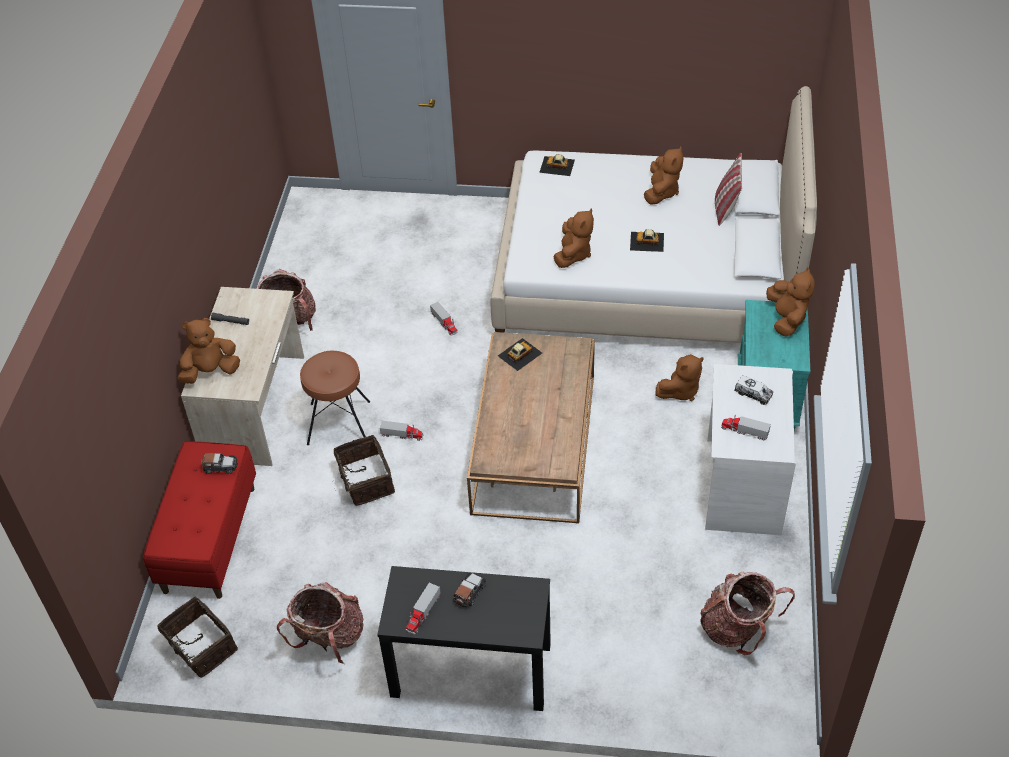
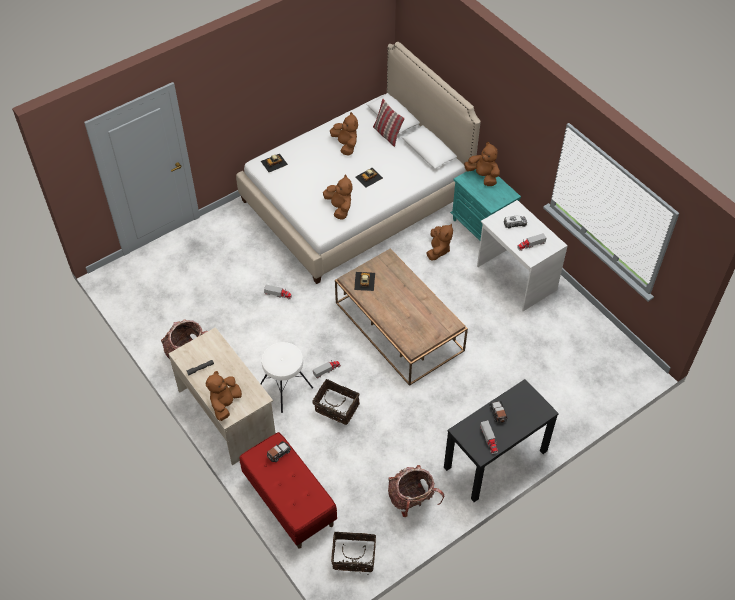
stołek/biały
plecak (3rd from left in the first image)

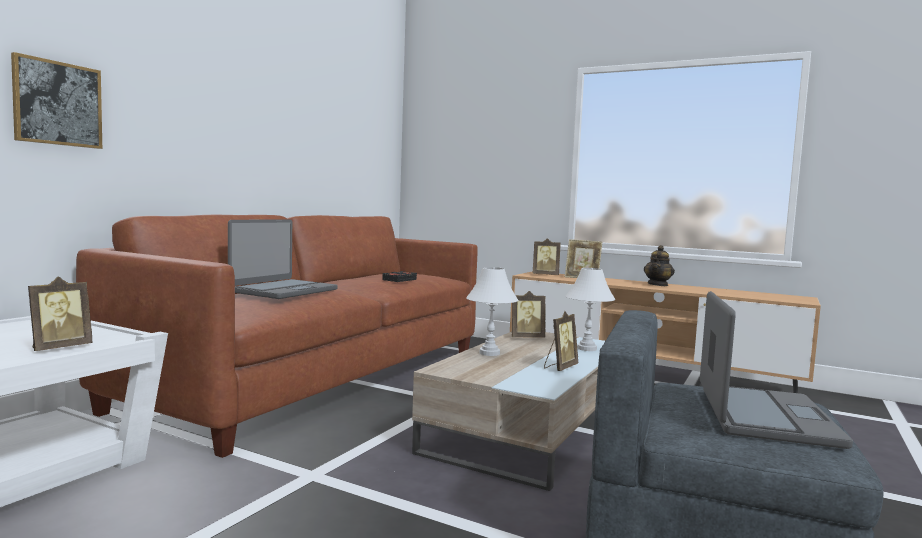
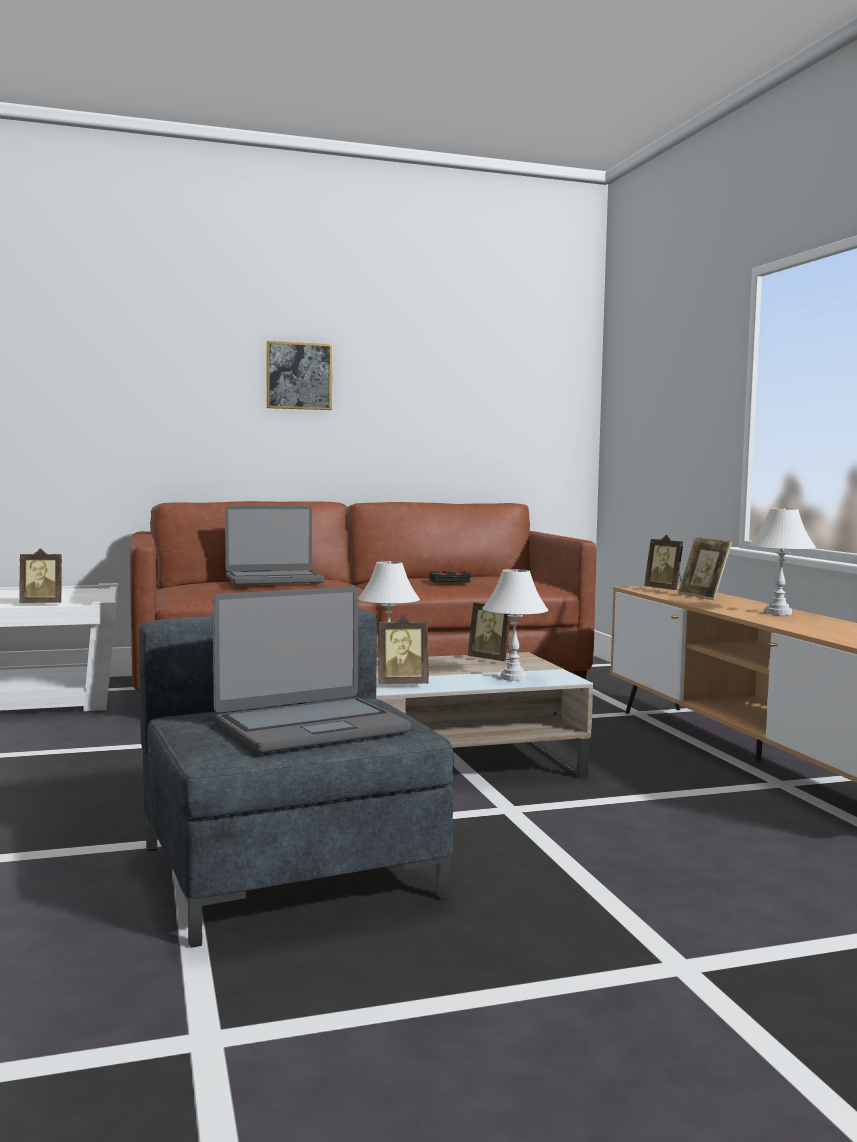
obraz
lampa stołowa/biały (3rd from left)

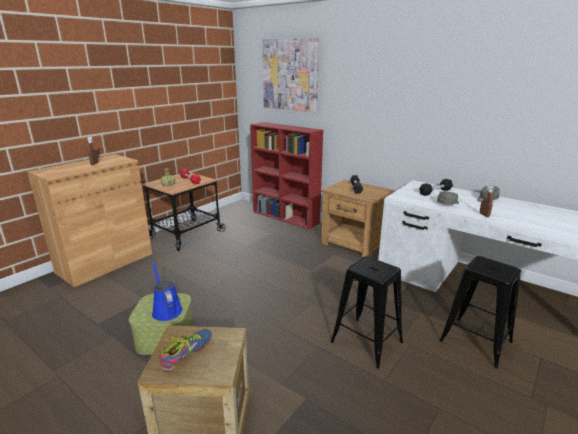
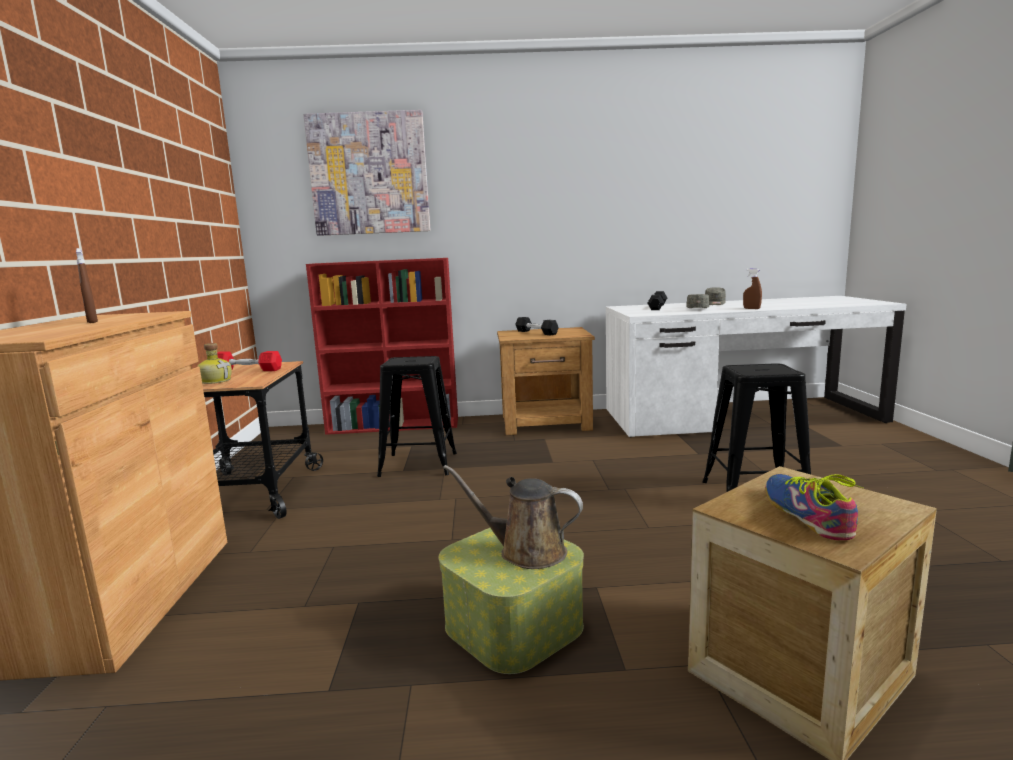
konewka/brązowy
stołek/czarny (1st from left)

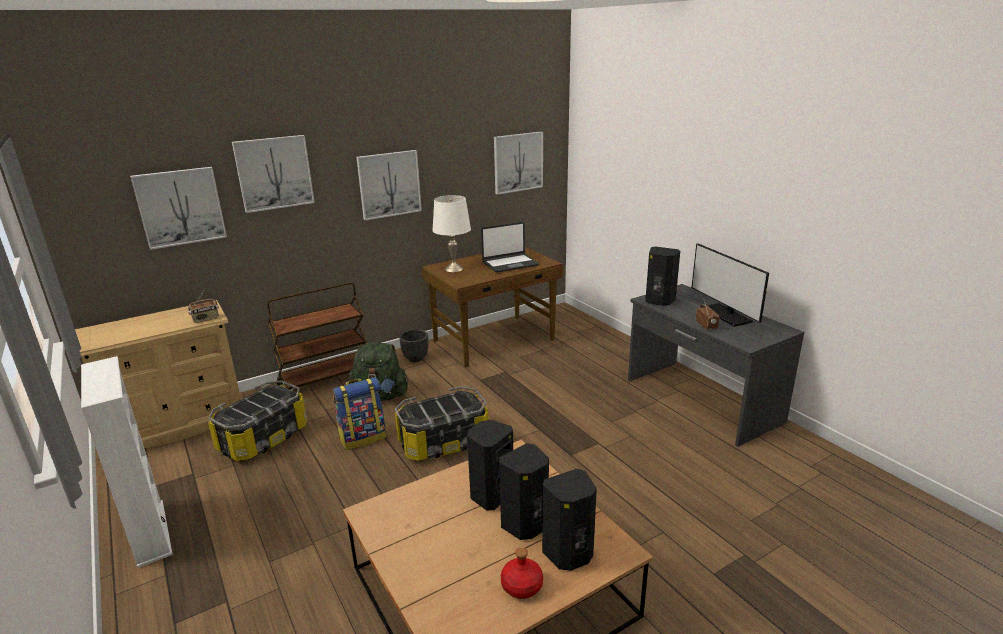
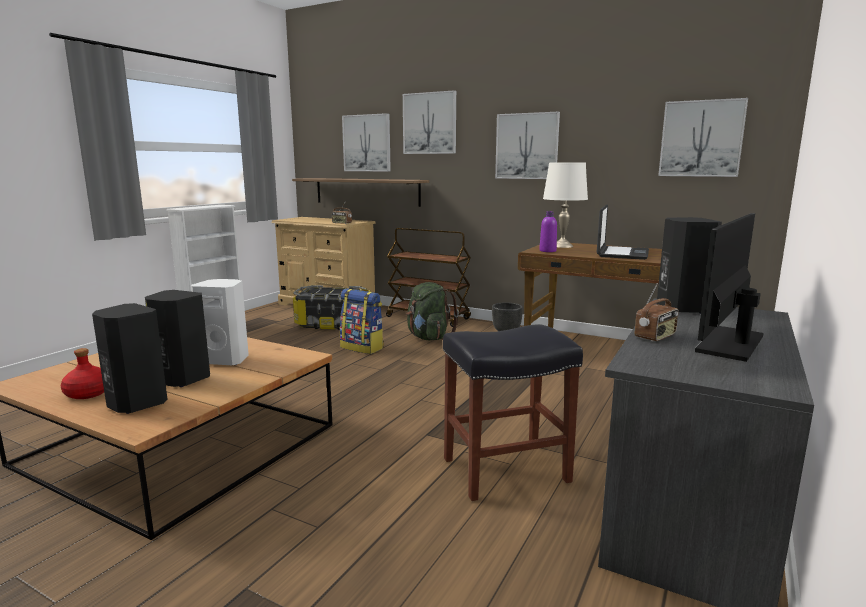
pojemnik do przechowywania (2nd from left in the first image)
głośnik/biały
laptop
półka
stołek/czarny
butelka/fioletowy

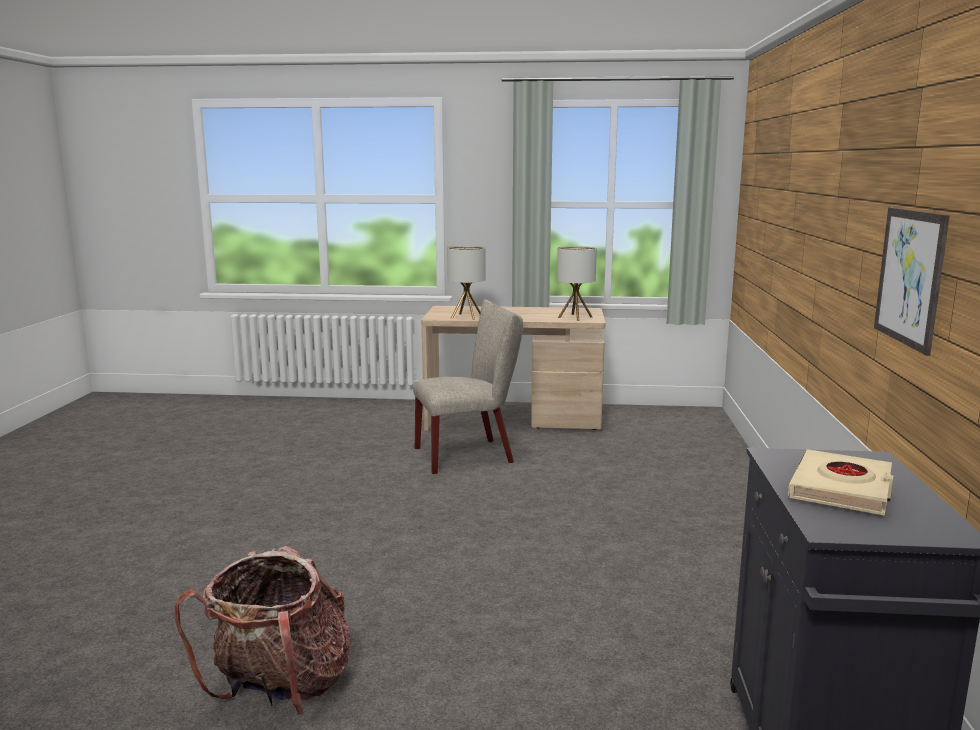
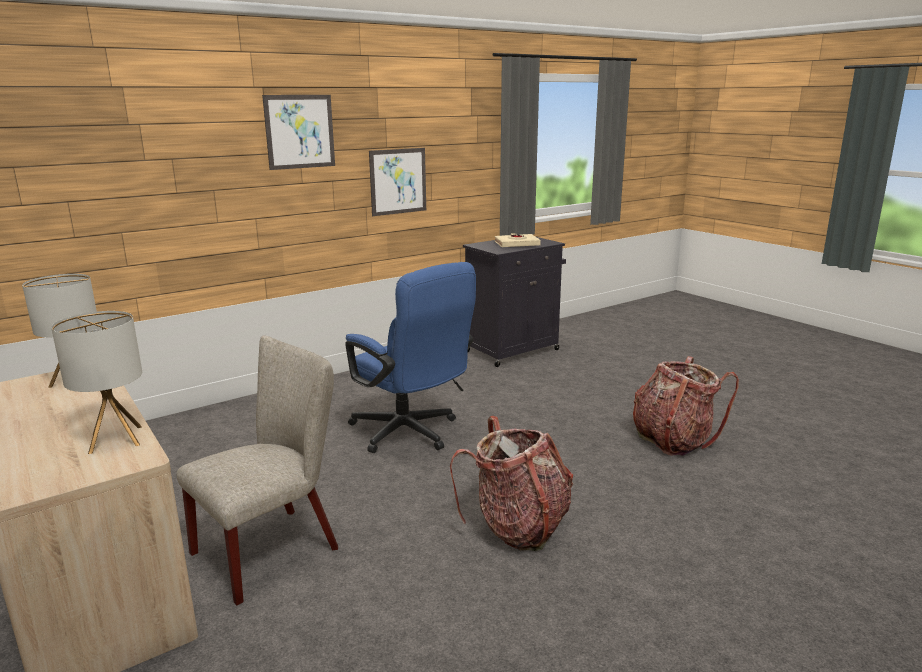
krzesło/beżowy
obraz (1st from left)
krzesło biurowe/niebieski
plecak (1st from left)

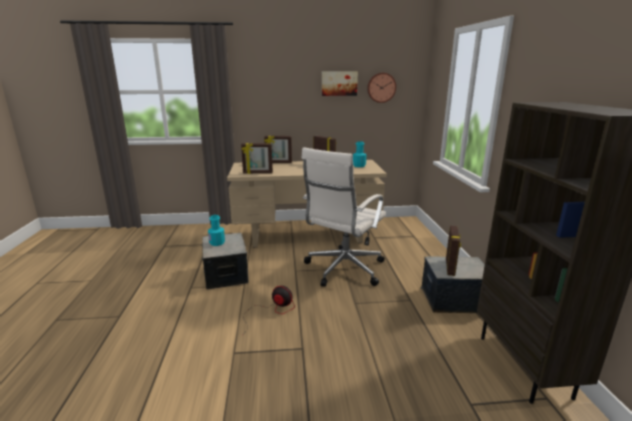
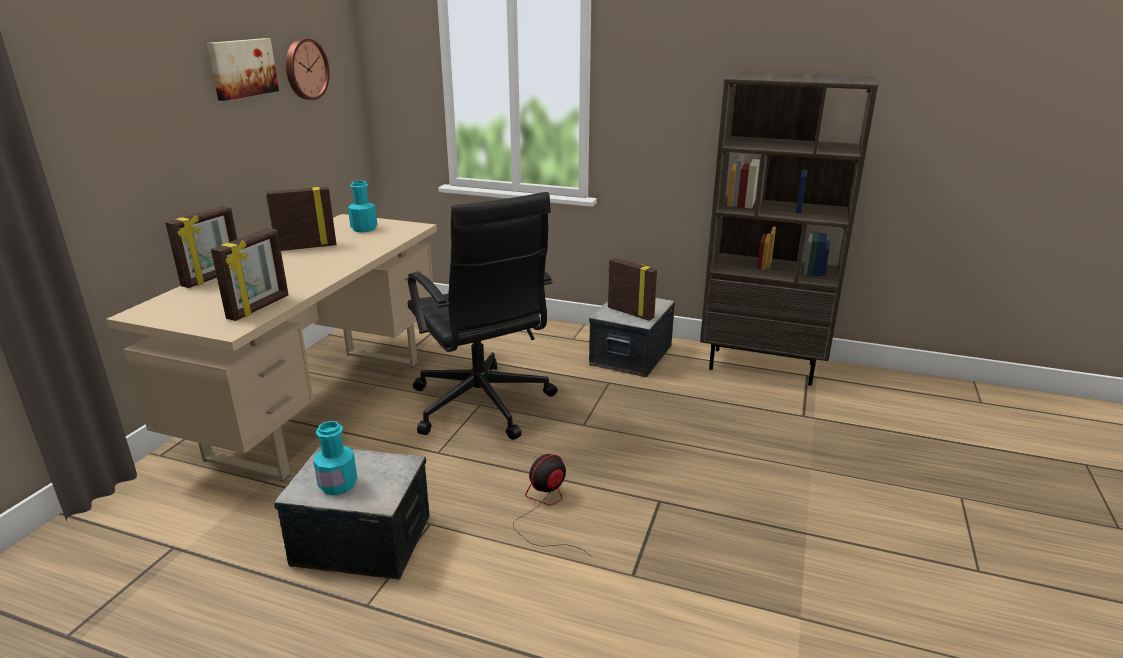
krzesło biurowe/czarny

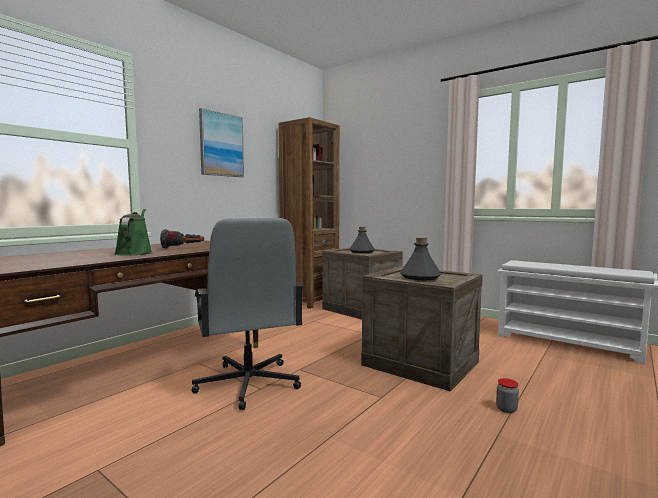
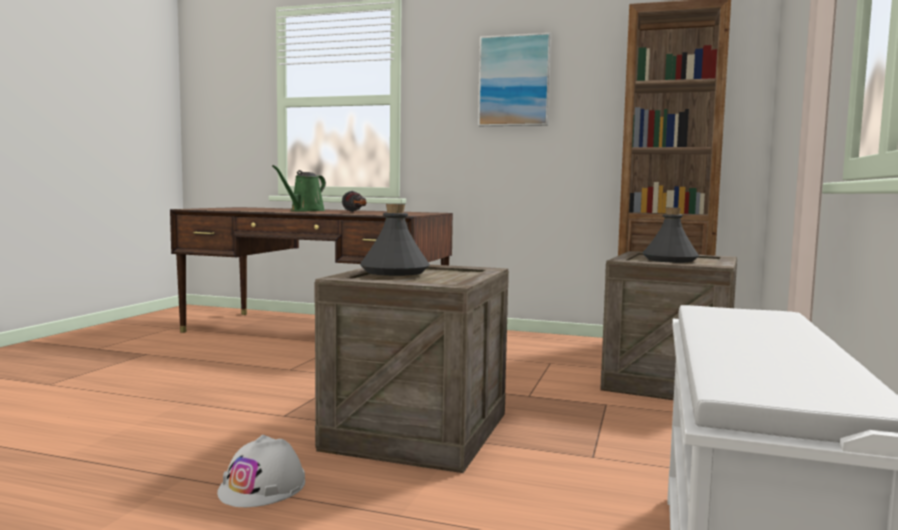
konewka/zielony
krzesło biurowe/szary
kask/biały

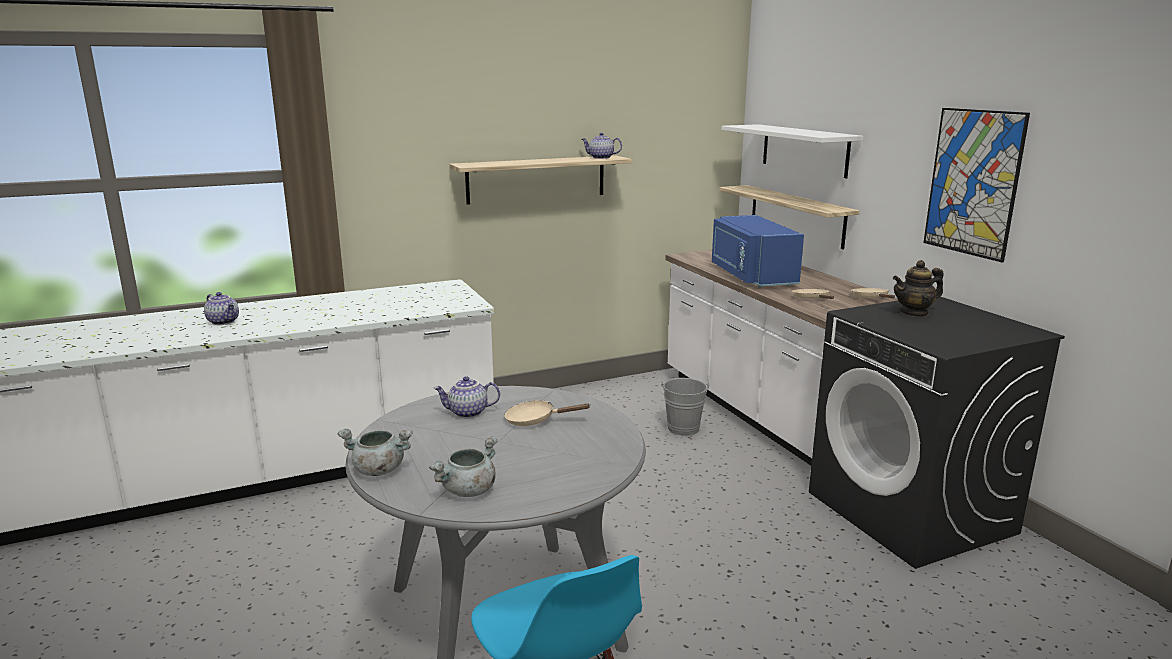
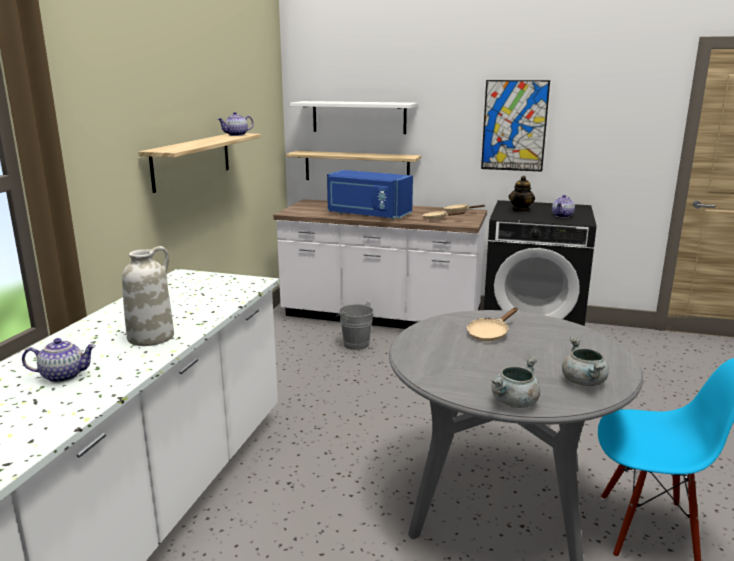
imbryk (4th from left)
wazon/biały

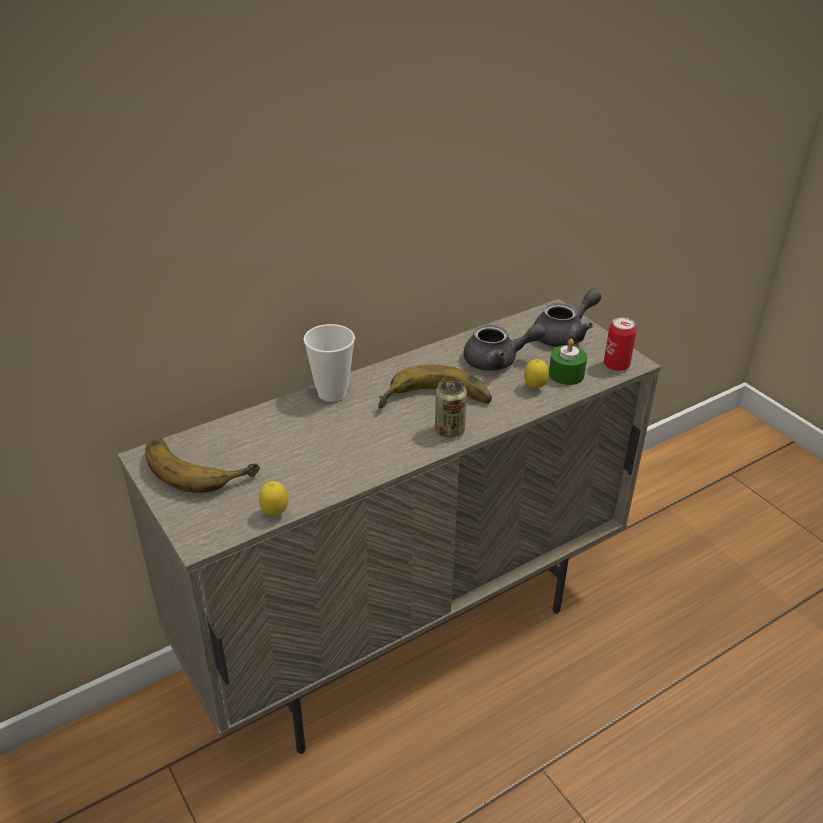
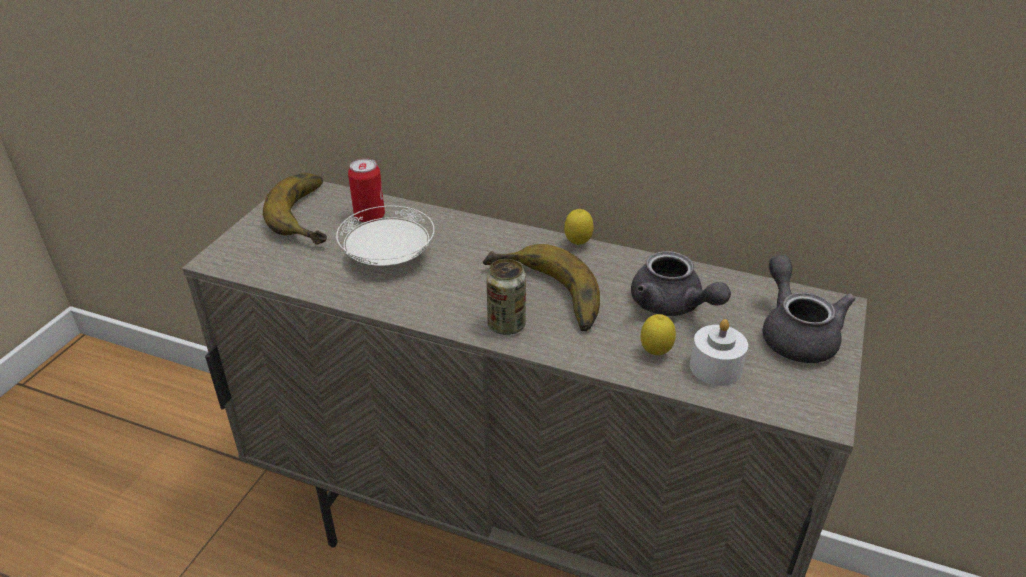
cytryna (1st from left)
filiżanka
imbryk/szary (2nd from left)
świeca/biały
puszka (1st from left)
talerz/biały

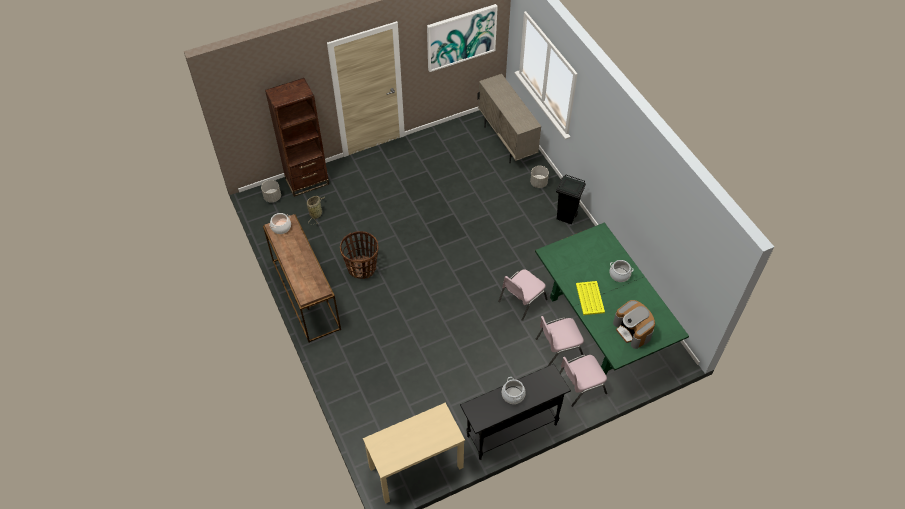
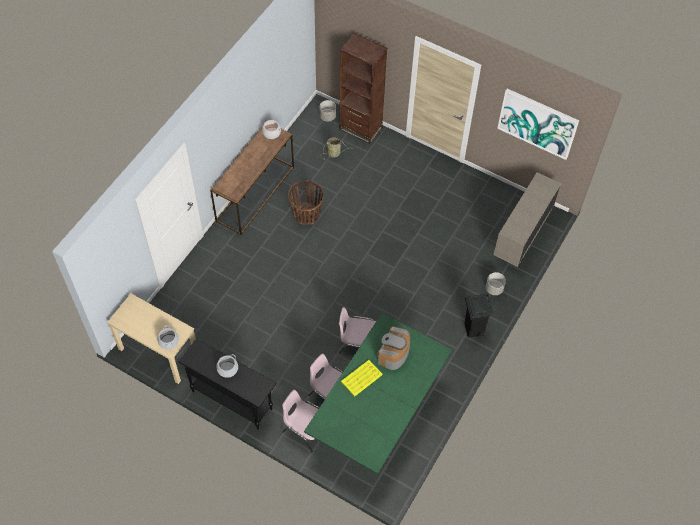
garnek (1st from left)
ekspres do kawy

